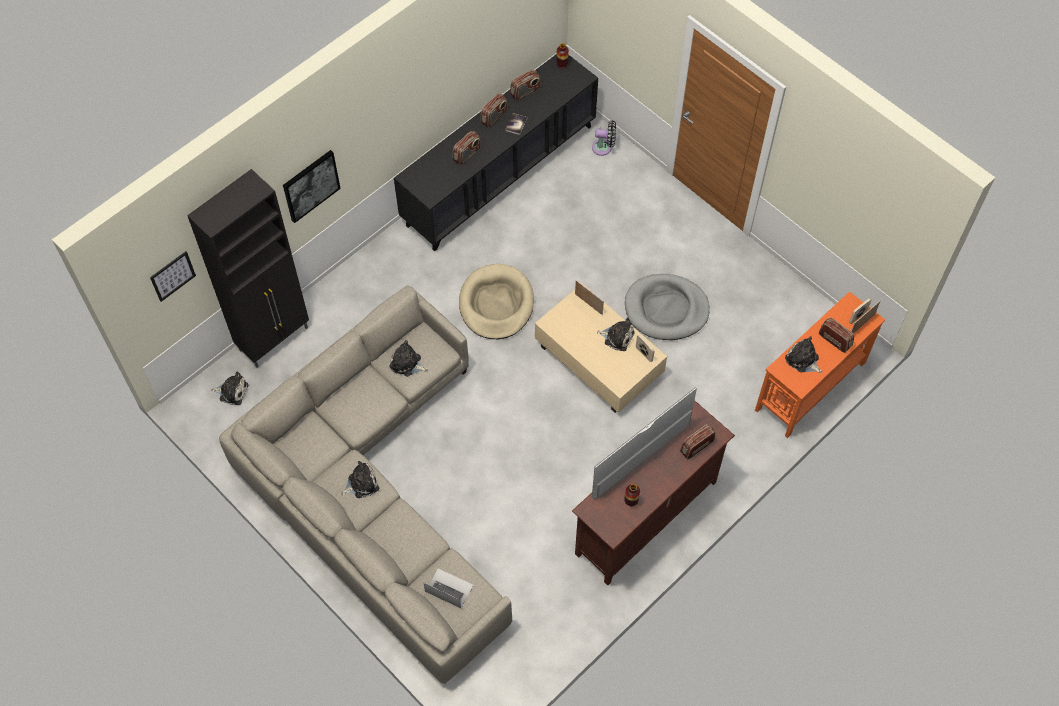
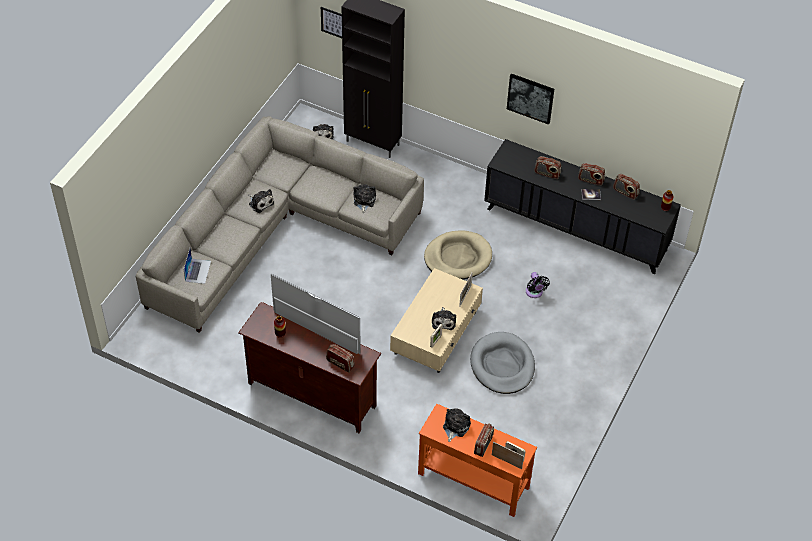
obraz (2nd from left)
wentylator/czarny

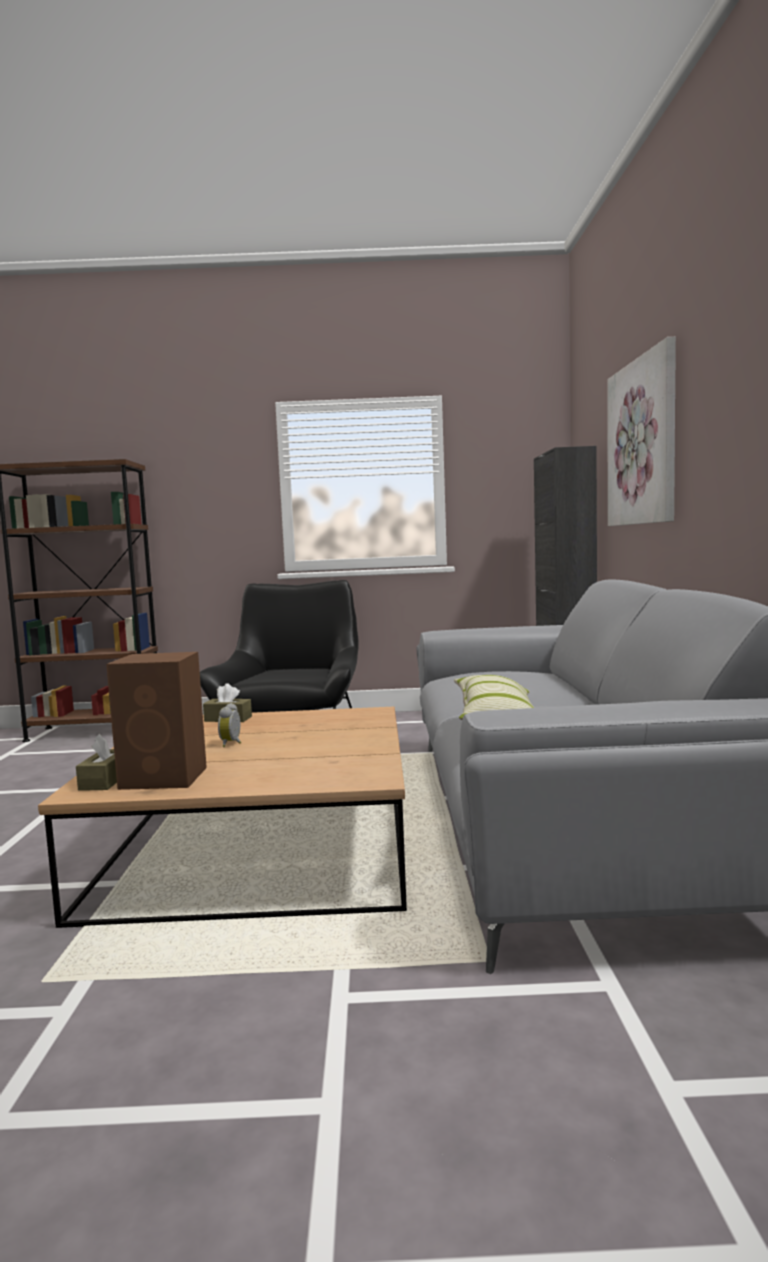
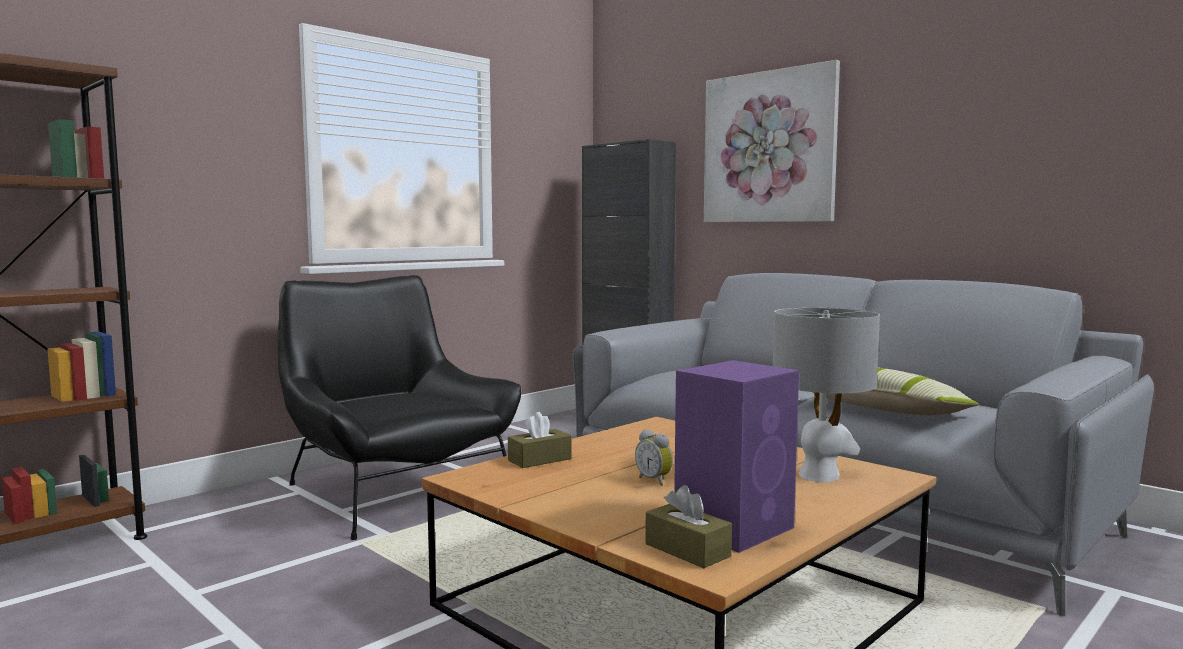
głośnik/fioletowy
lampa stołowa/szary

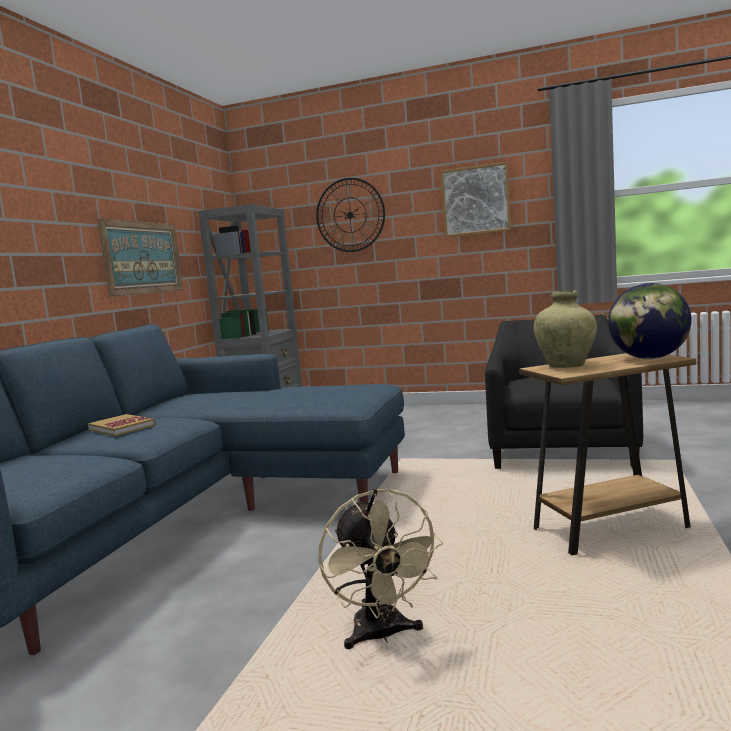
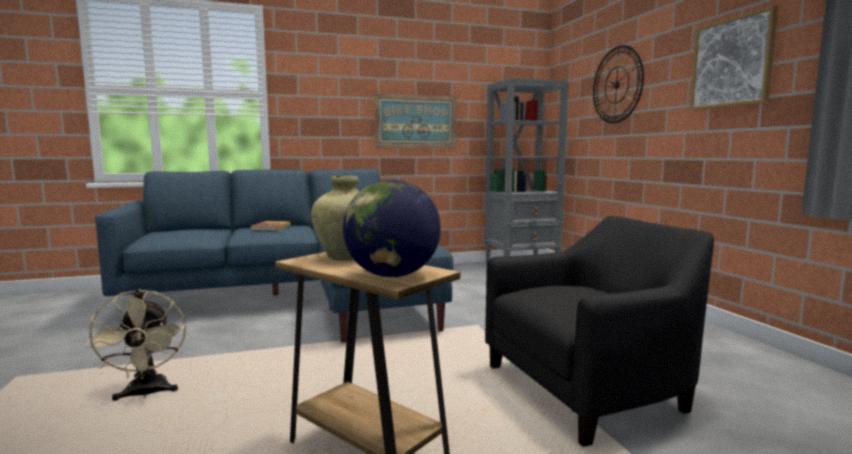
wentylator/beżowy

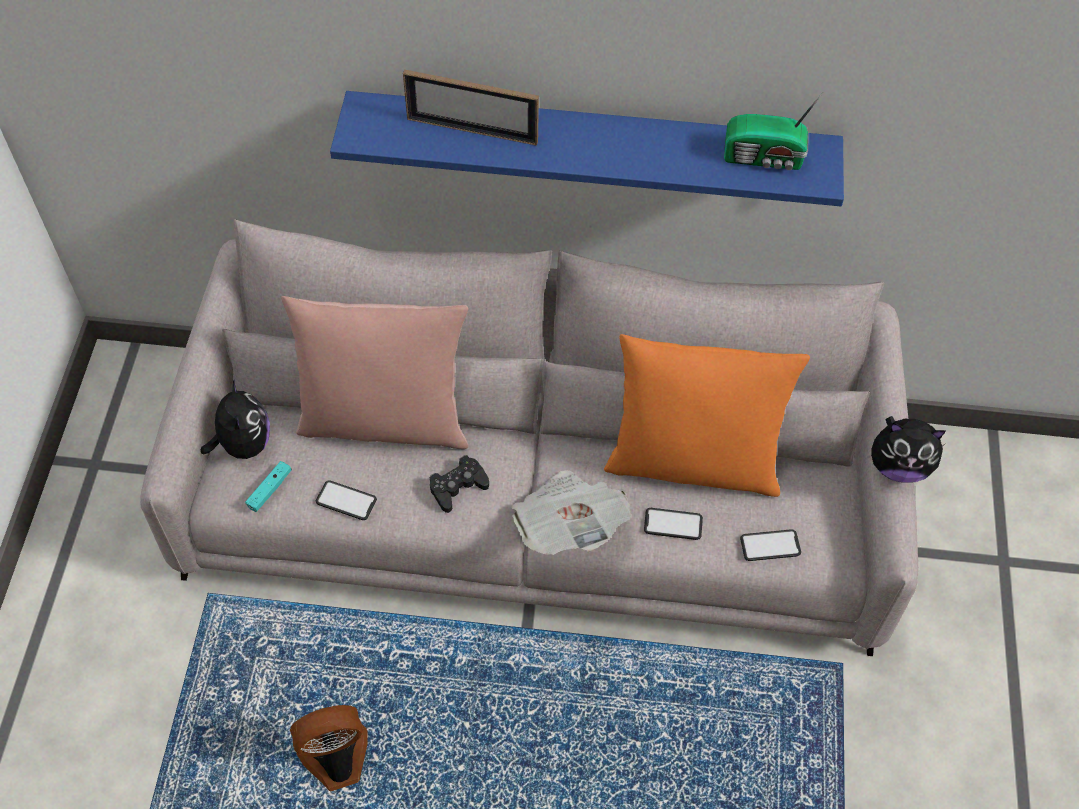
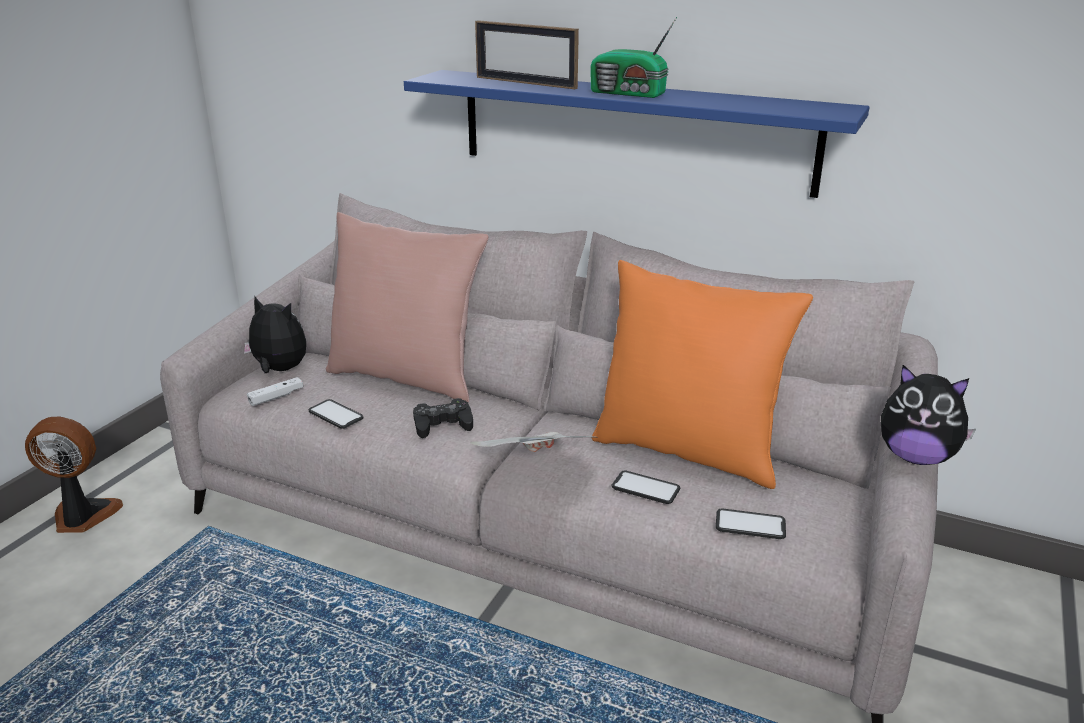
pluszak (1st from left)
pad do gier/biały
wentylator
radio

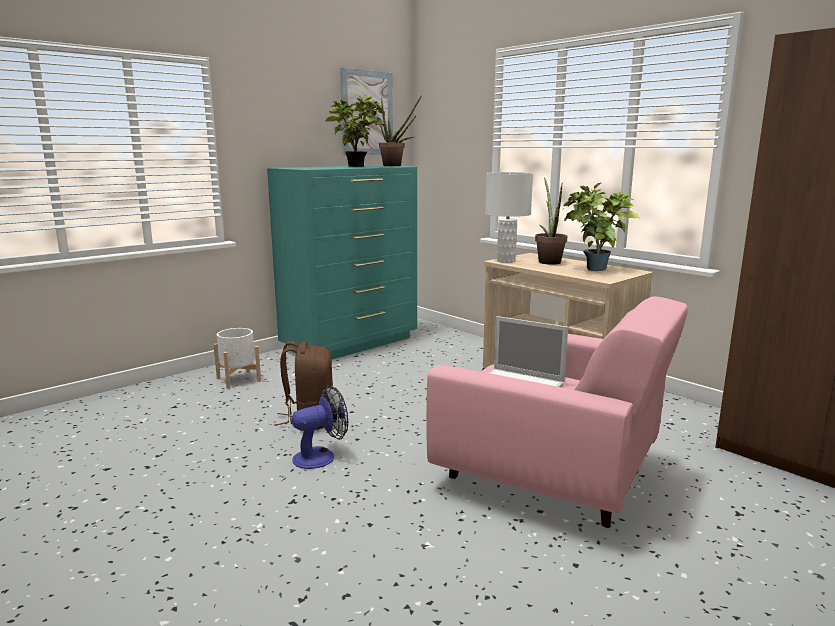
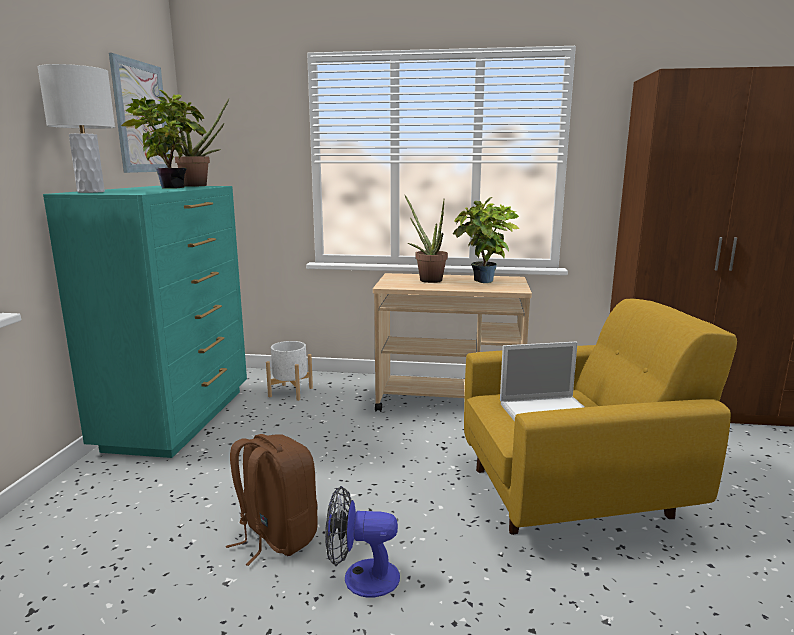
donica/biały
wentylator
fotel/żółty
lampa stołowa/biały

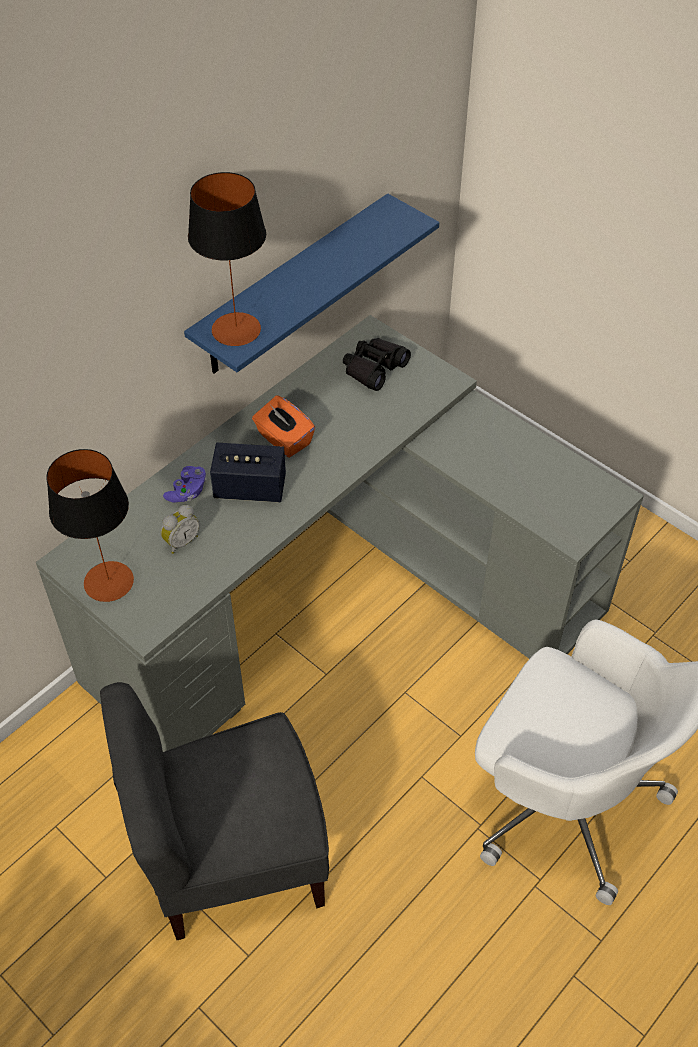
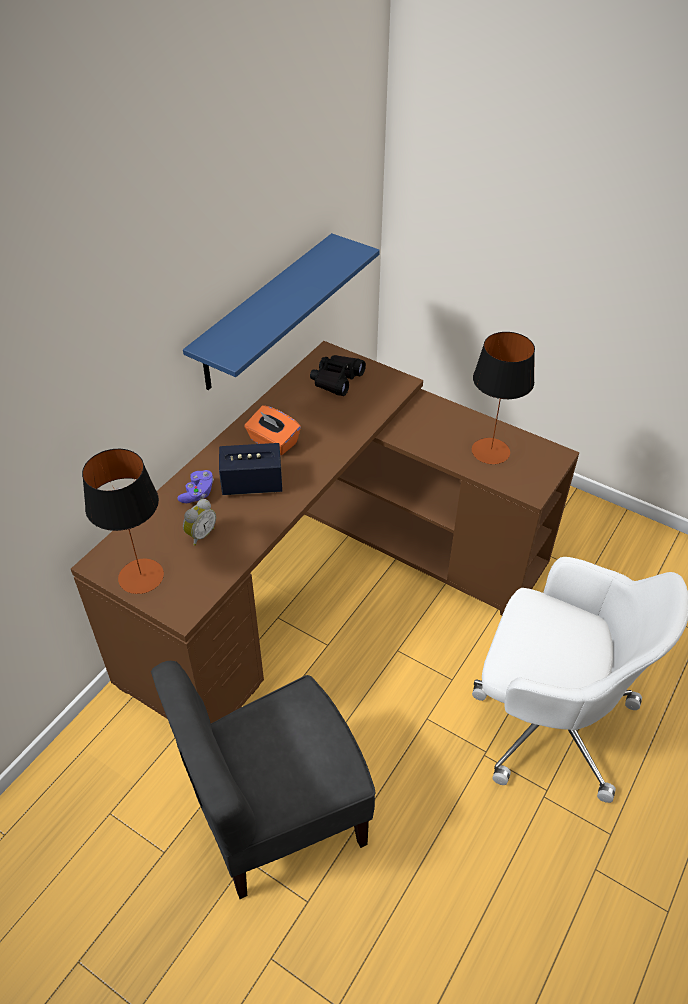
biurko/brązowy
lampa stołowa (2nd from left)

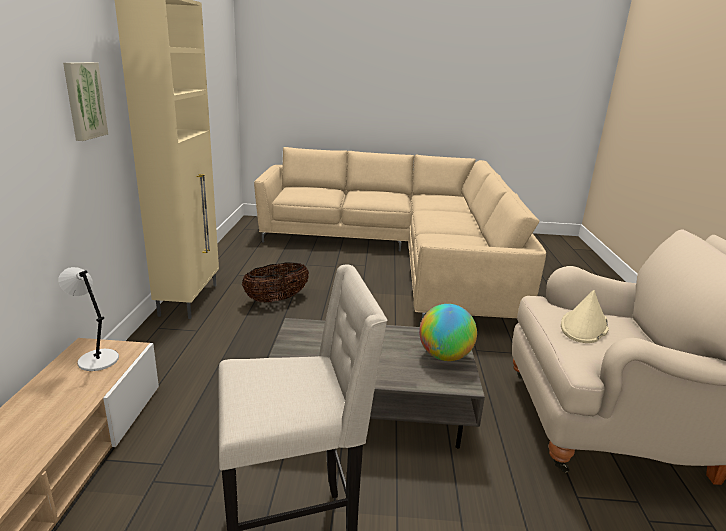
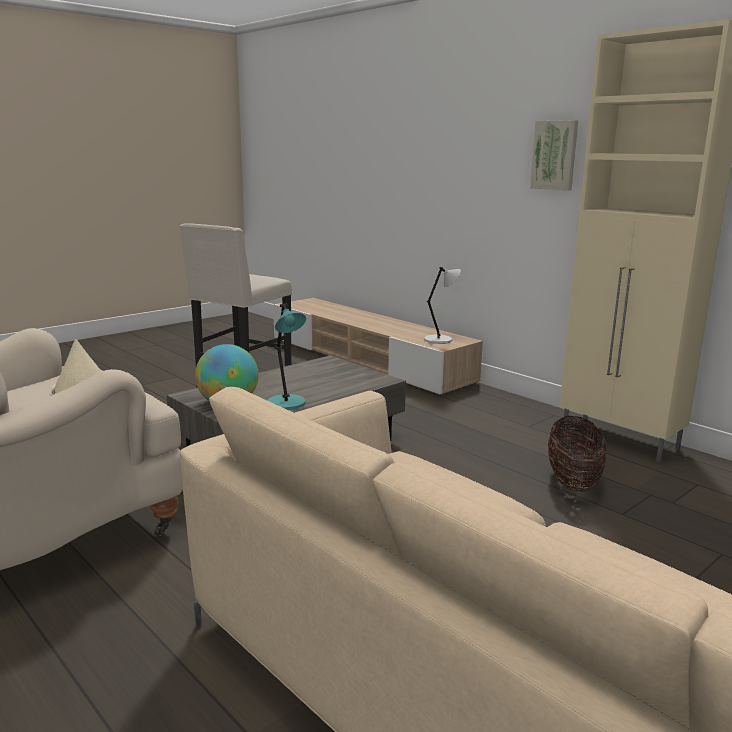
lampa stołowa/turkusowy

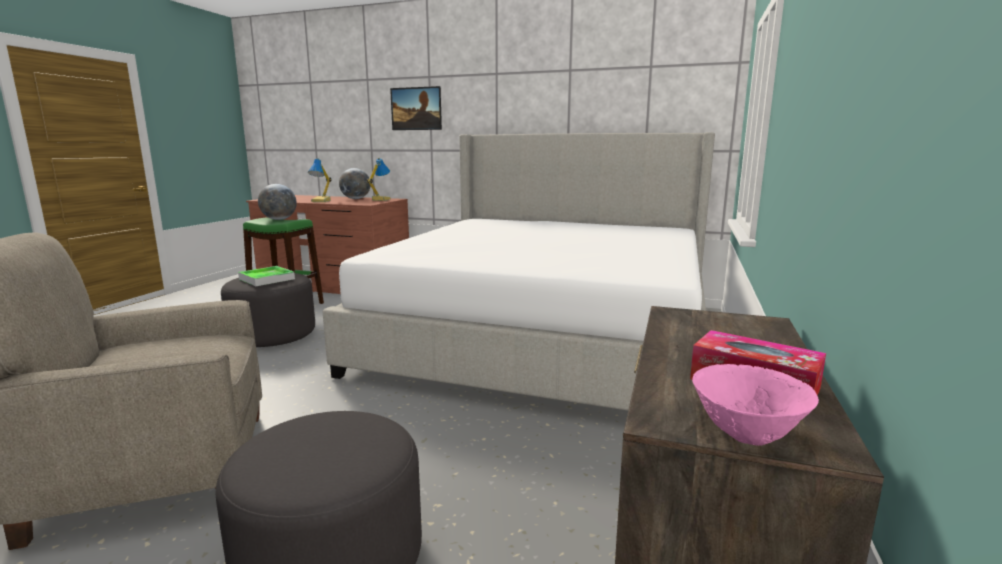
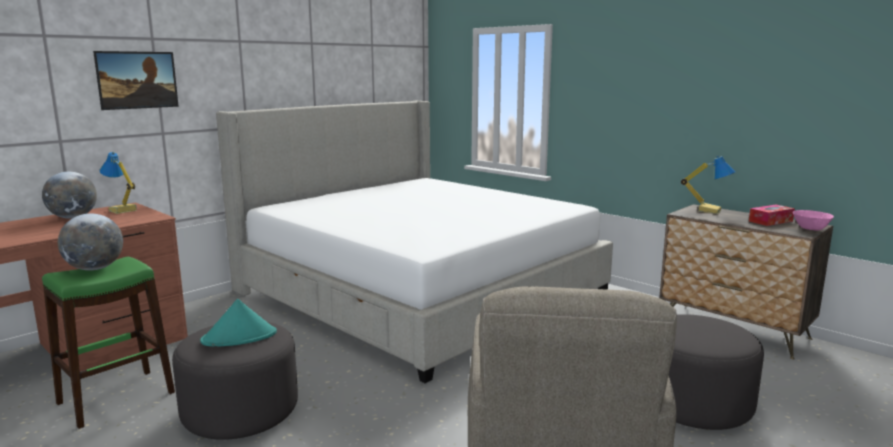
kapelusz/turkusowy
lampa stołowa (2nd from left)

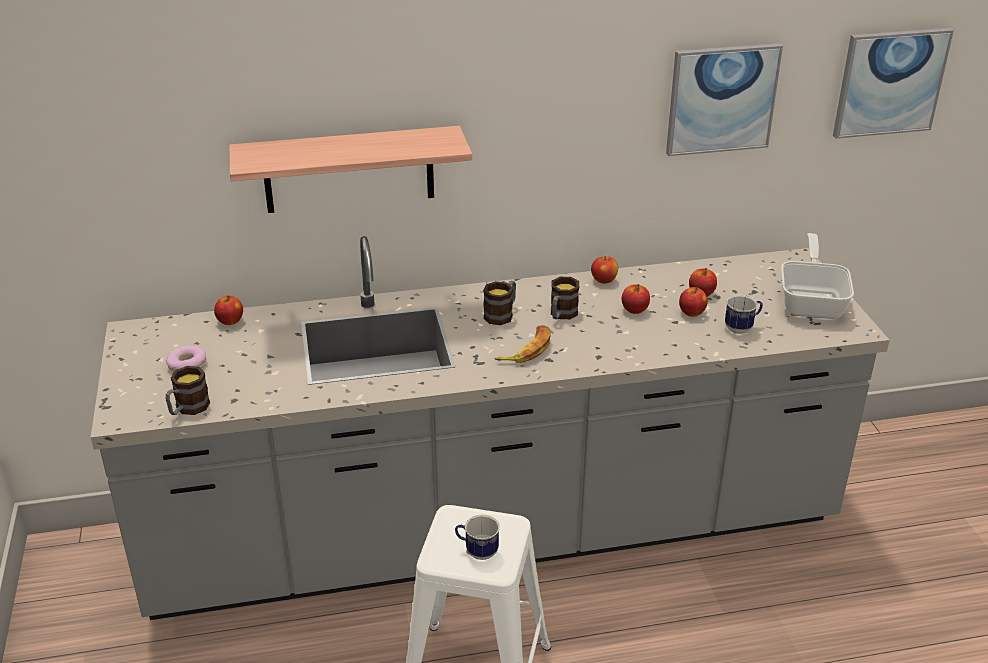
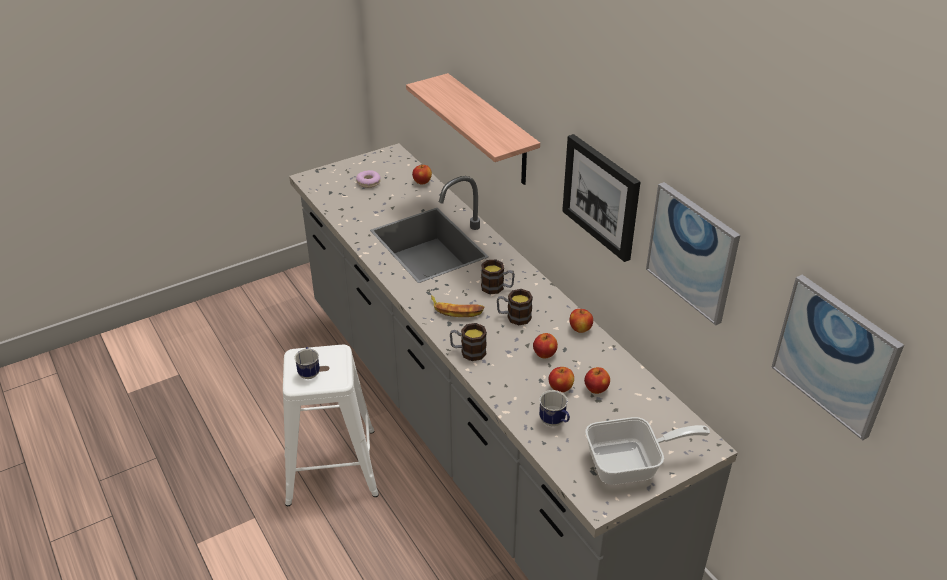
kubek (2nd from left)
obraz (1st from left)

